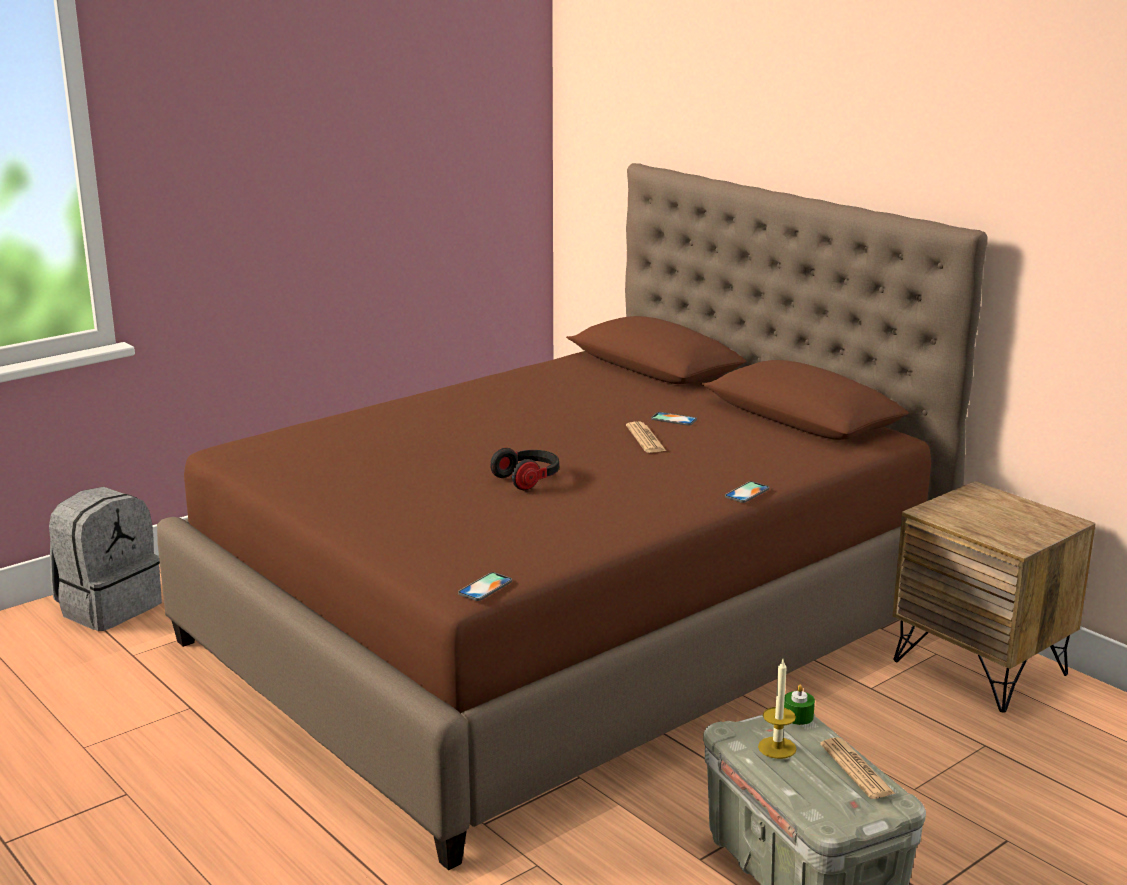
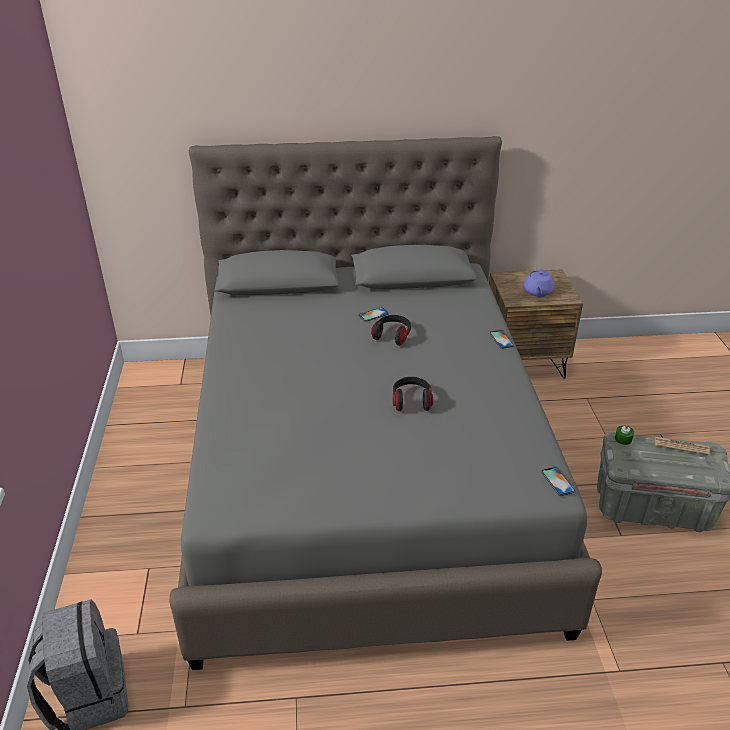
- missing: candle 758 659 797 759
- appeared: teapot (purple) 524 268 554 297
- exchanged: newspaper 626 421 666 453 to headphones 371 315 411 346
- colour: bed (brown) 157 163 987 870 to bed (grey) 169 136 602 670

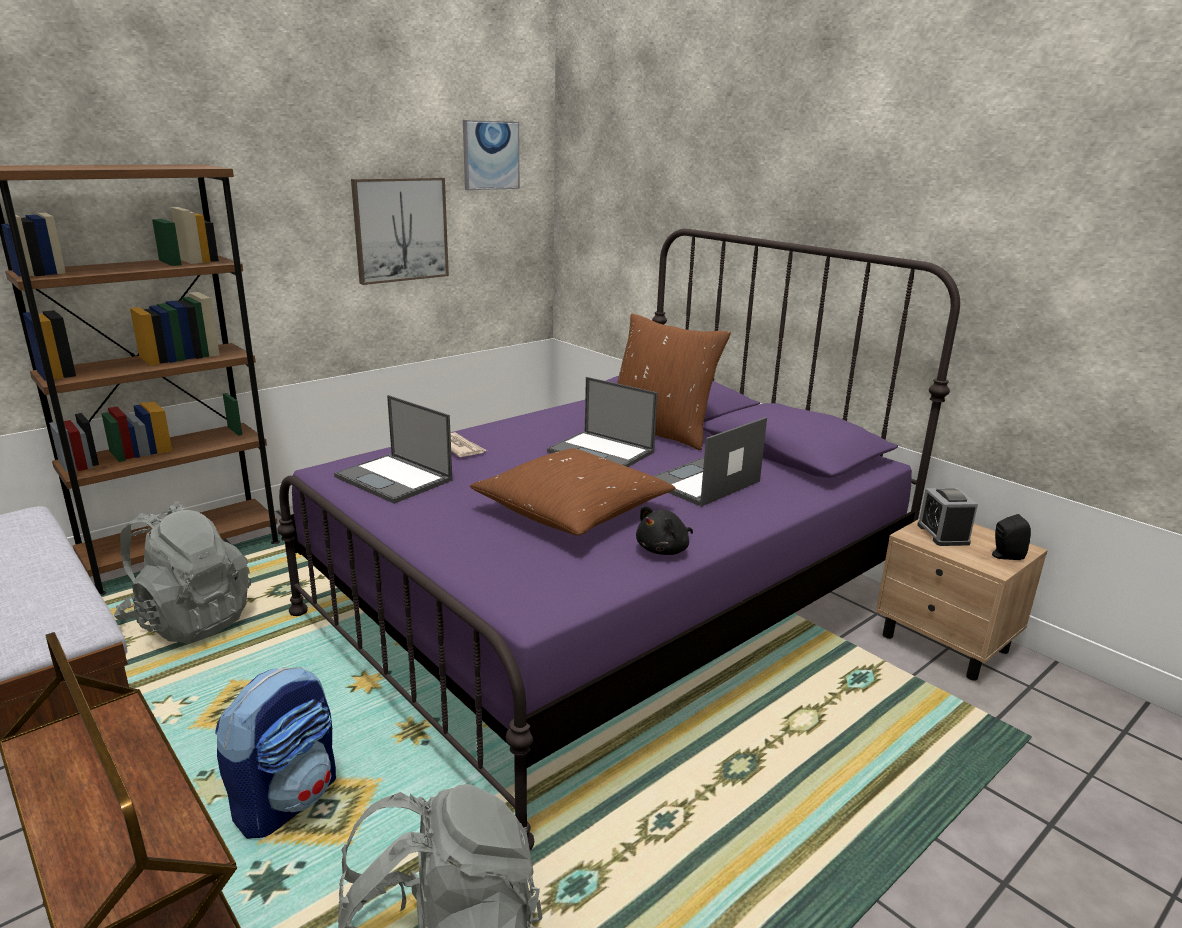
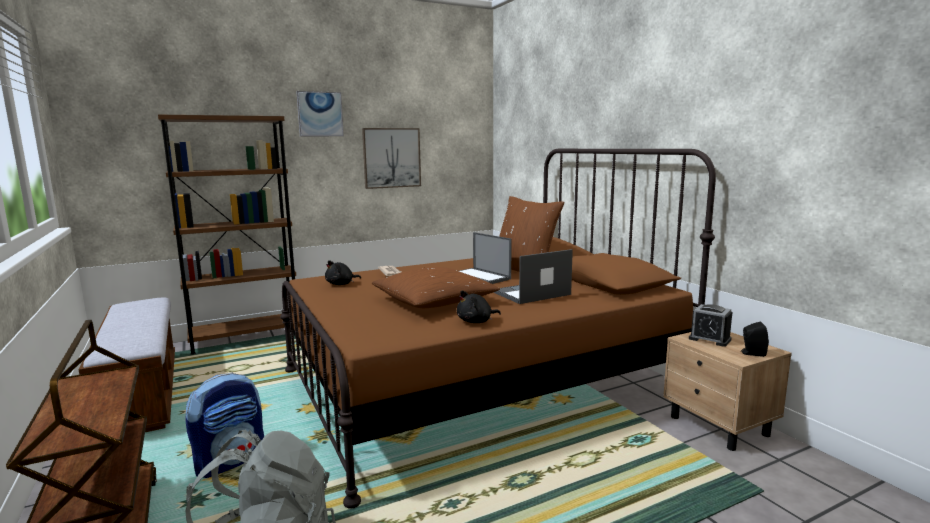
- missing: backpack (grey) 114 501 251 644
- relocated: picture 463 120 520 190 to 296 91 344 136
- exchanged: laptop 334 395 452 504 to plush toy (black) 325 260 361 285
- colour: bed (purple) 277 229 960 850 to bed (brown) 280 149 716 509
- spun: alarm clock 917 488 978 546 = 689 304 732 347 60 degrees counterclockwise

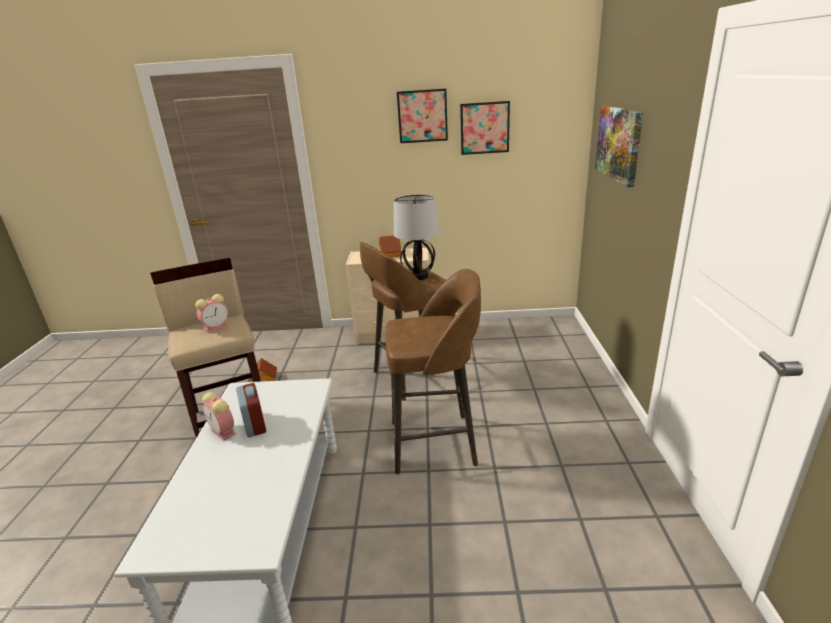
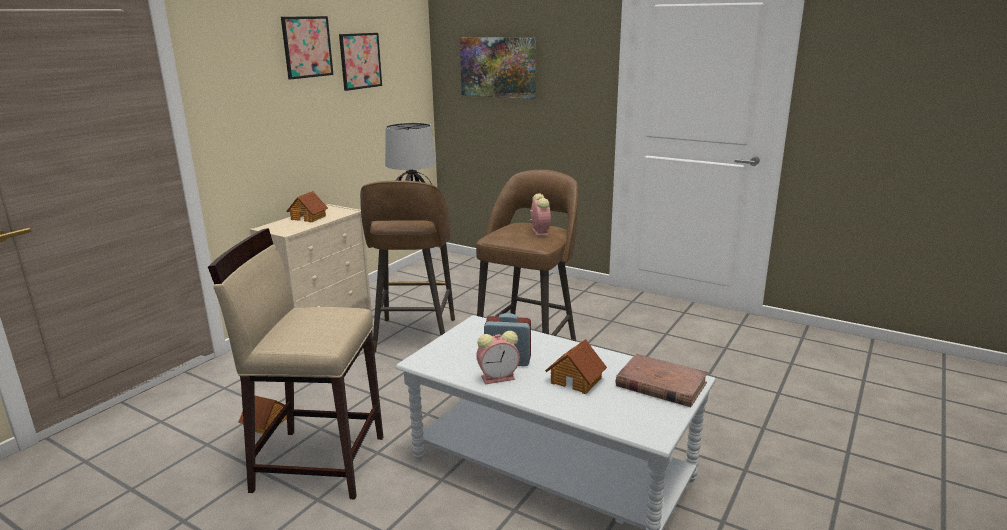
- appeared: toy house 545 339 607 394
- appeared: book (brown) 616 354 708 407
- relocated: alarm clock 195 294 228 333 to 530 193 551 236

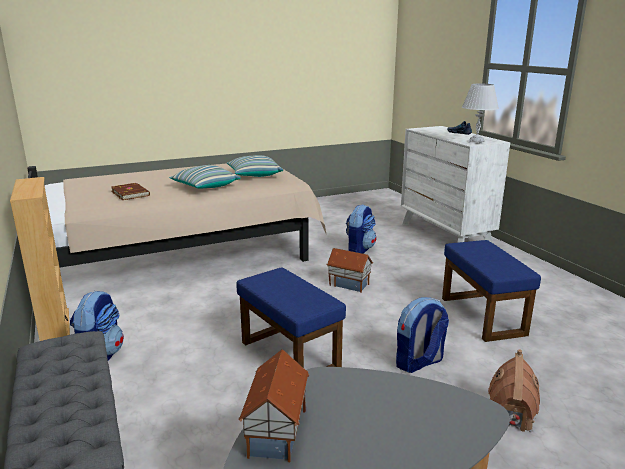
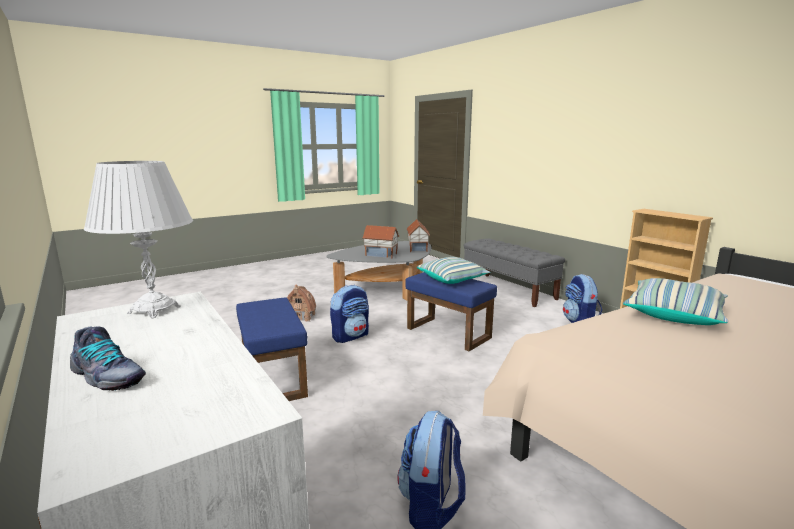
- missing: book (brown) 111 183 150 200
- relocated: pillow 227 155 283 177 to 417 257 490 284
- relocated: toy house 326 248 373 293 to 362 225 399 259

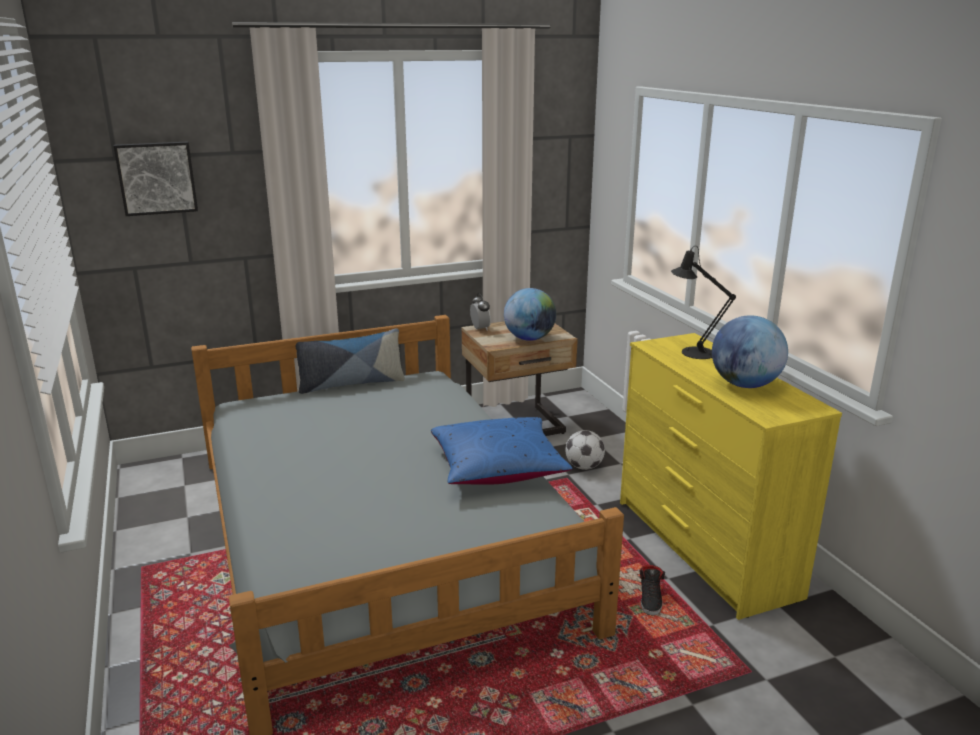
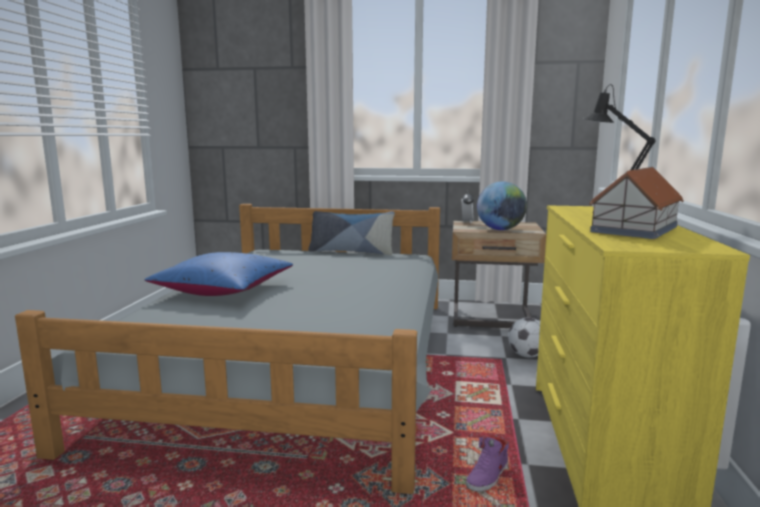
- missing: picture 114 142 198 216
- relocated: pillow (blue) 431 417 573 485 to 144 252 293 296
- exchanged: globe 712 315 788 388 to toy house 590 167 684 239
- colour: shoe (black) 640 565 665 616 to shoe (purple) 466 436 509 492

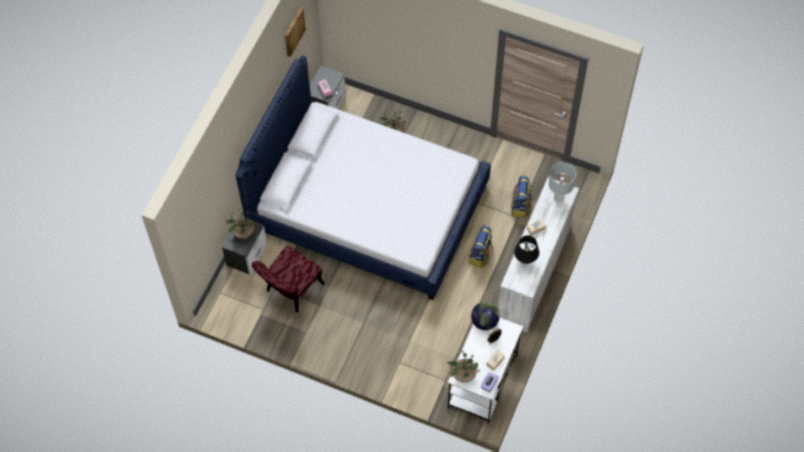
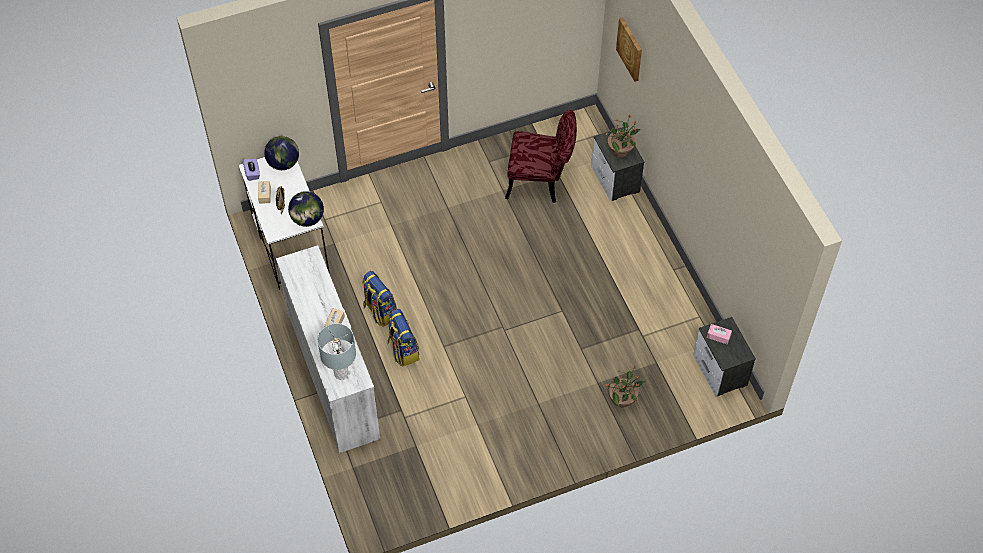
- missing: bed 236 56 491 300
- missing: table lamp (black) 514 235 539 264
- relocated: picture 285 7 306 57 to 616 17 642 82
- relocated: backpack 511 176 531 218 to 362 271 397 327
- exchanged: potted plant 446 351 480 382 to globe 264 136 299 170
- spun: chair (red) 252 246 325 312 = 505 110 577 203 105 degrees clockwise

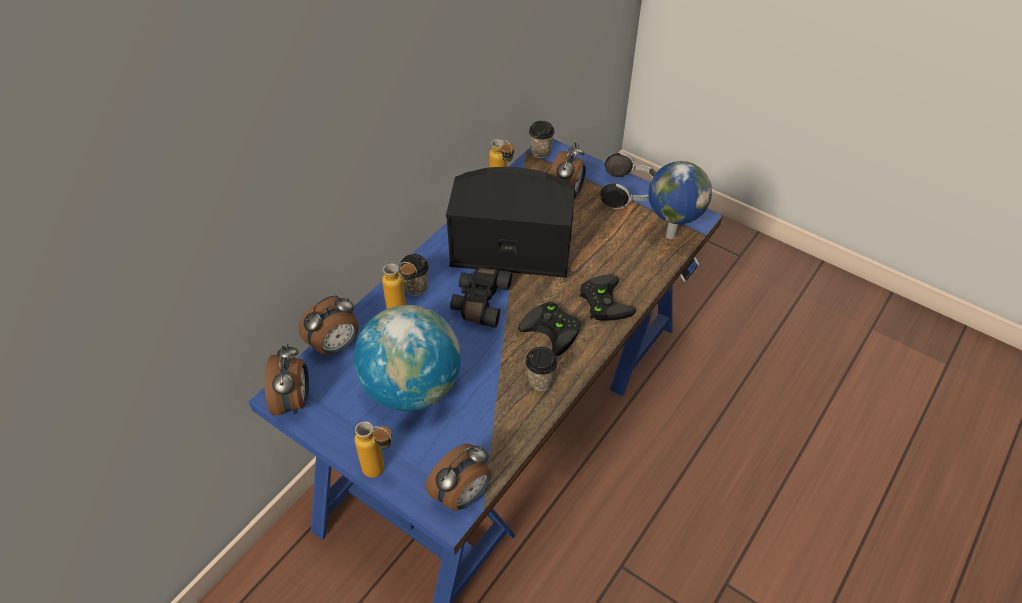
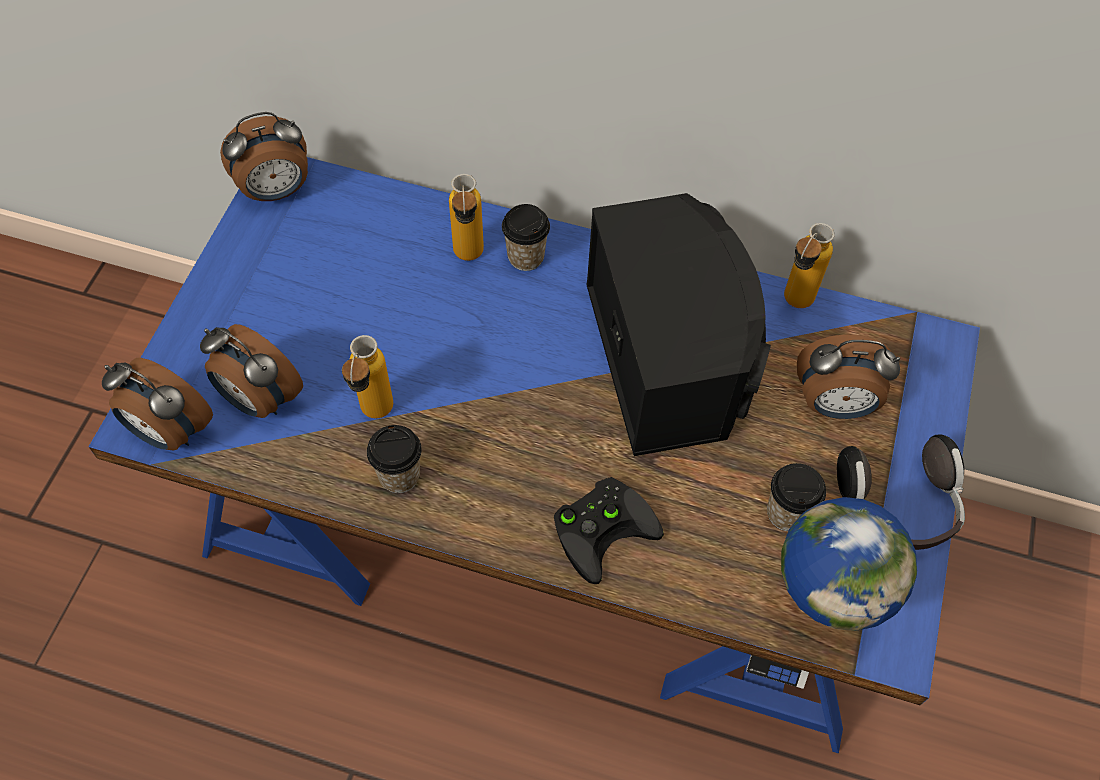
- missing: globe 354 305 461 411
- missing: binoculars (black) 450 268 512 328
- missing: game controller (black) 518 302 581 356
- relocated: alarm clock 299 295 359 355 to 200 324 303 418
- relocated: bottle 354 421 392 478 to 342 335 393 418
- relocated: cup 529 121 554 159 to 767 463 826 531

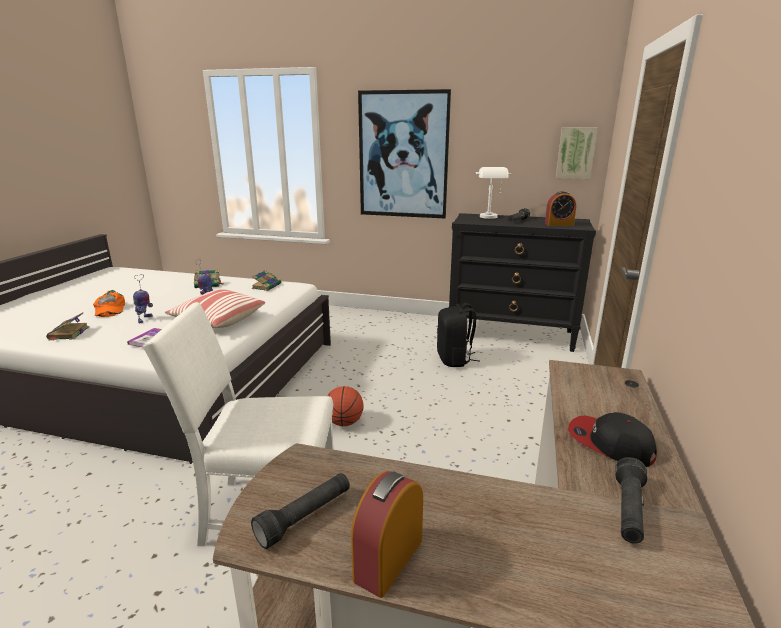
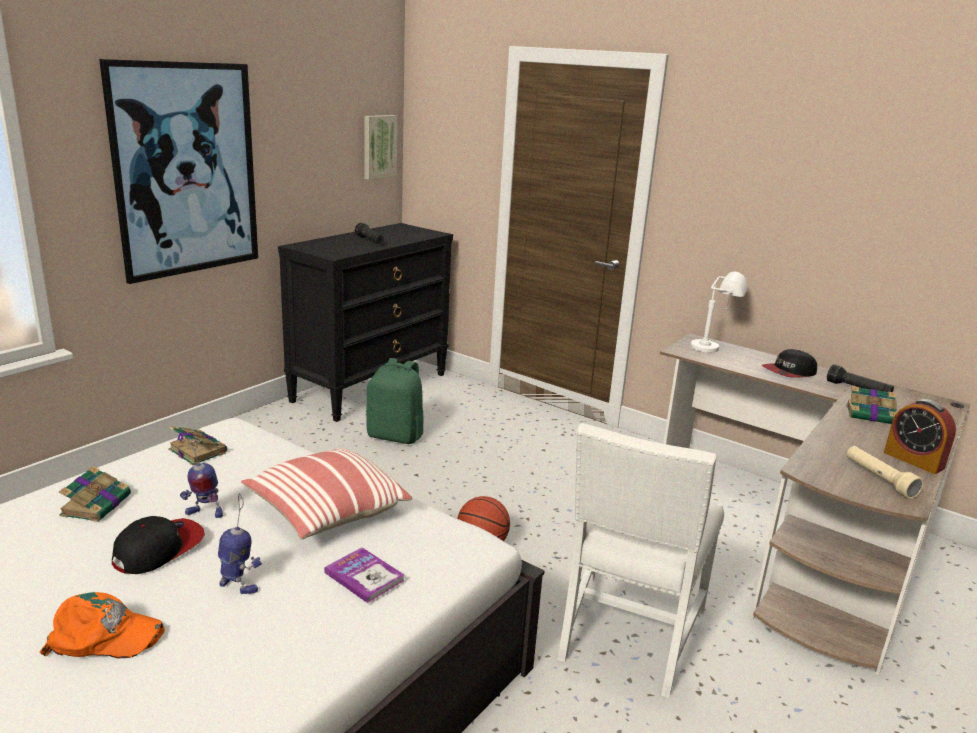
- missing: alarm clock 545 191 576 226
- appeared: cap 112 516 205 574
- relocated: book 46 312 89 341 to 846 386 897 424
- relocated: table lamp (white) 476 167 511 219 to 690 272 748 353
- colour: flashlight (black) 251 473 350 549 to flashlight (beige) 847 446 923 499
- colour: backpack (black) 437 303 480 367 to backpack (green) 366 358 424 444

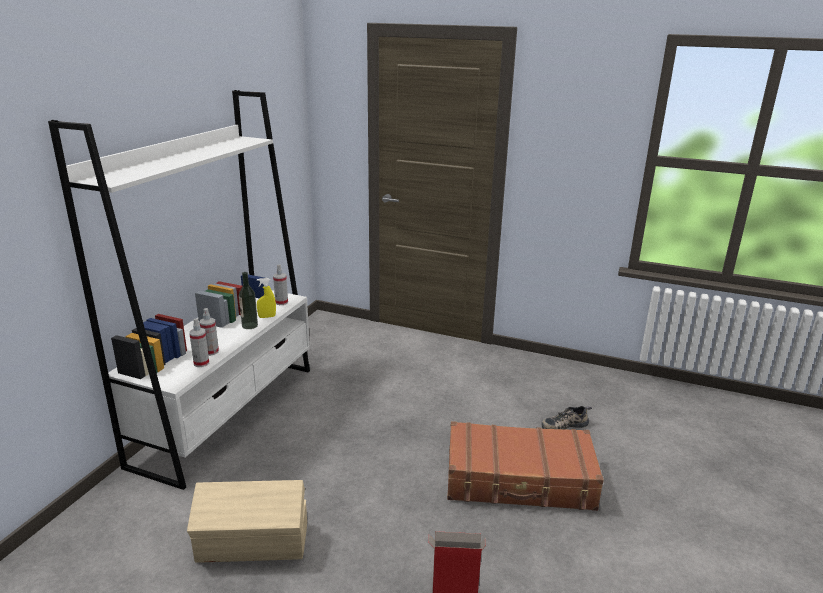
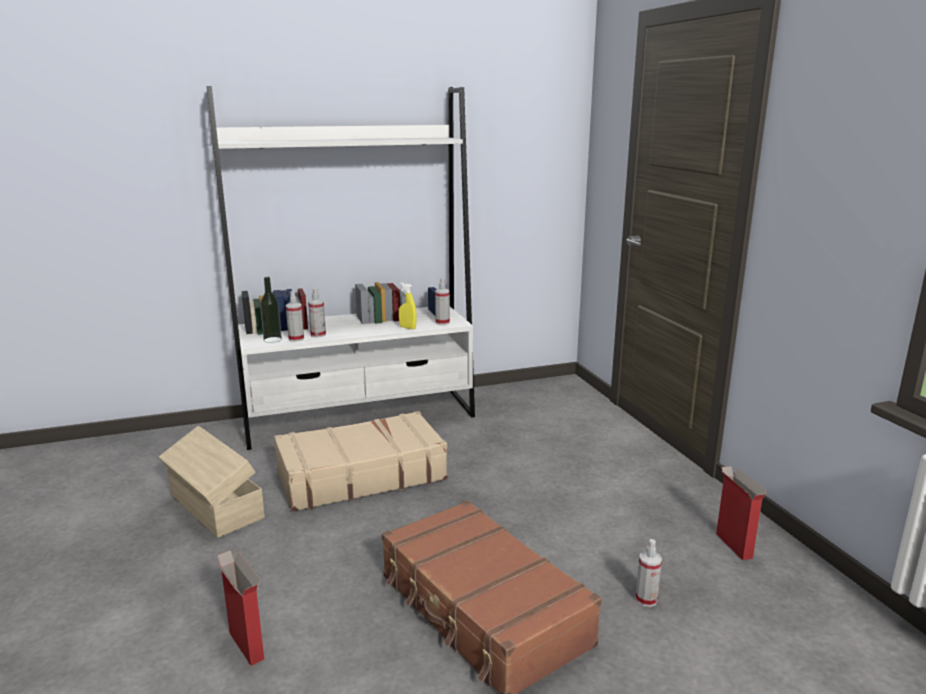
- appeared: suitcase (beige) 274 411 448 512
- appeared: cardboard box 716 466 767 560
- relocated: bottle 239 272 258 329 to 260 277 282 343
- exchanged: shoe 541 406 592 430 to spray bottle 635 539 662 607

